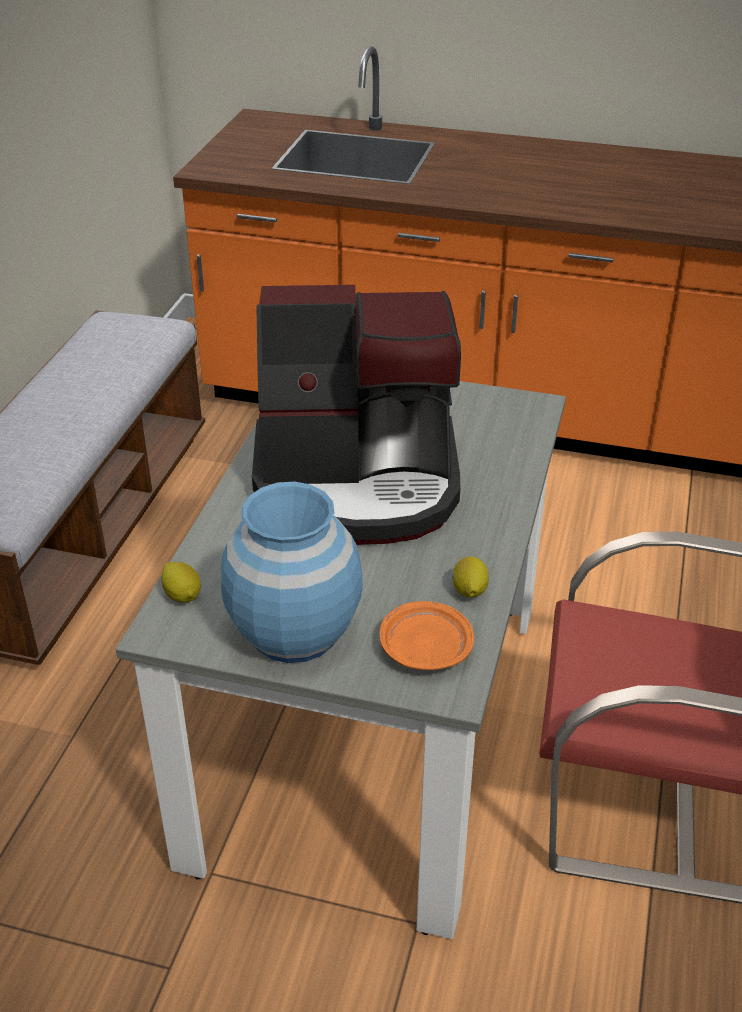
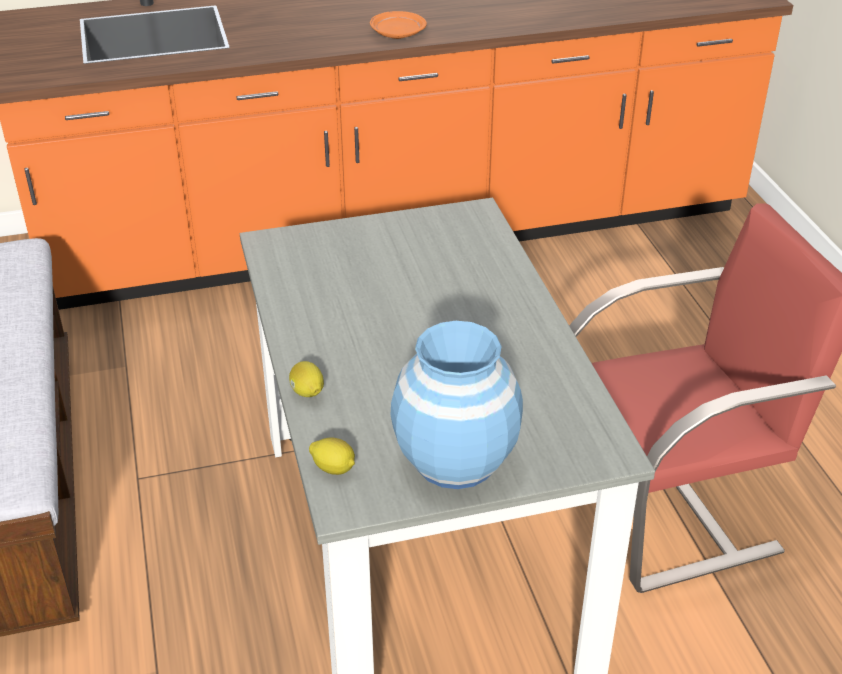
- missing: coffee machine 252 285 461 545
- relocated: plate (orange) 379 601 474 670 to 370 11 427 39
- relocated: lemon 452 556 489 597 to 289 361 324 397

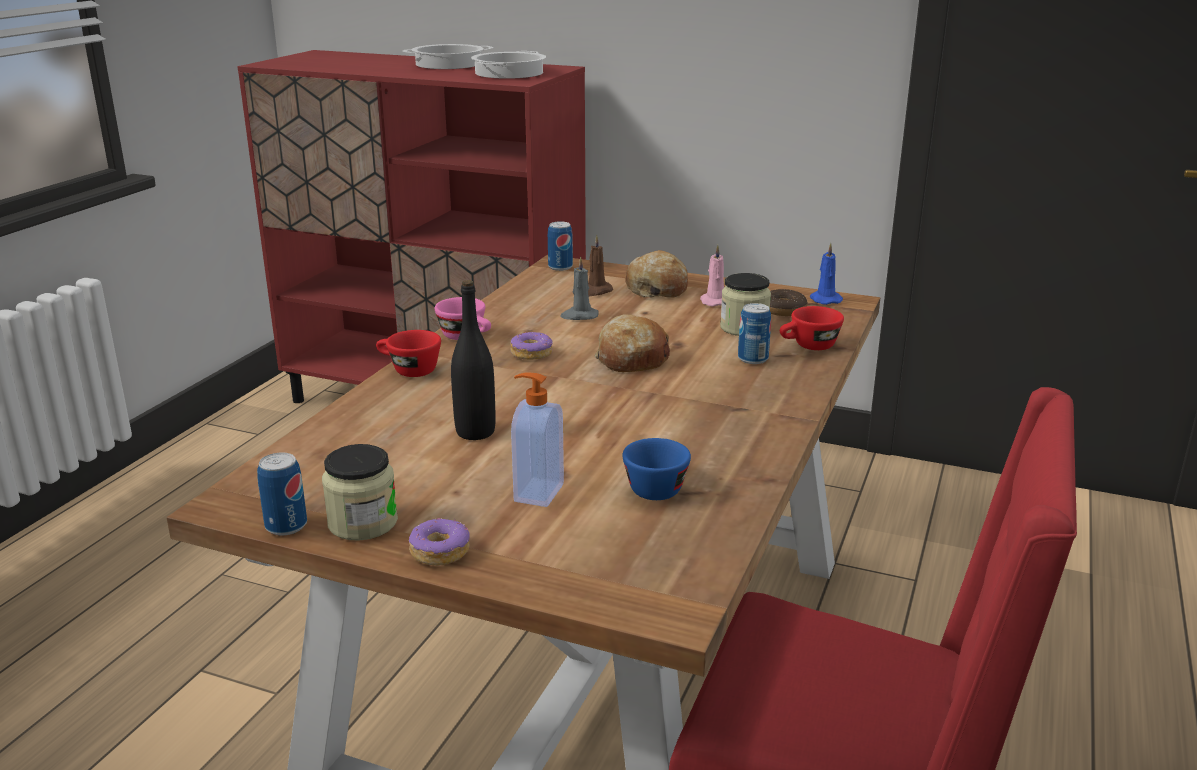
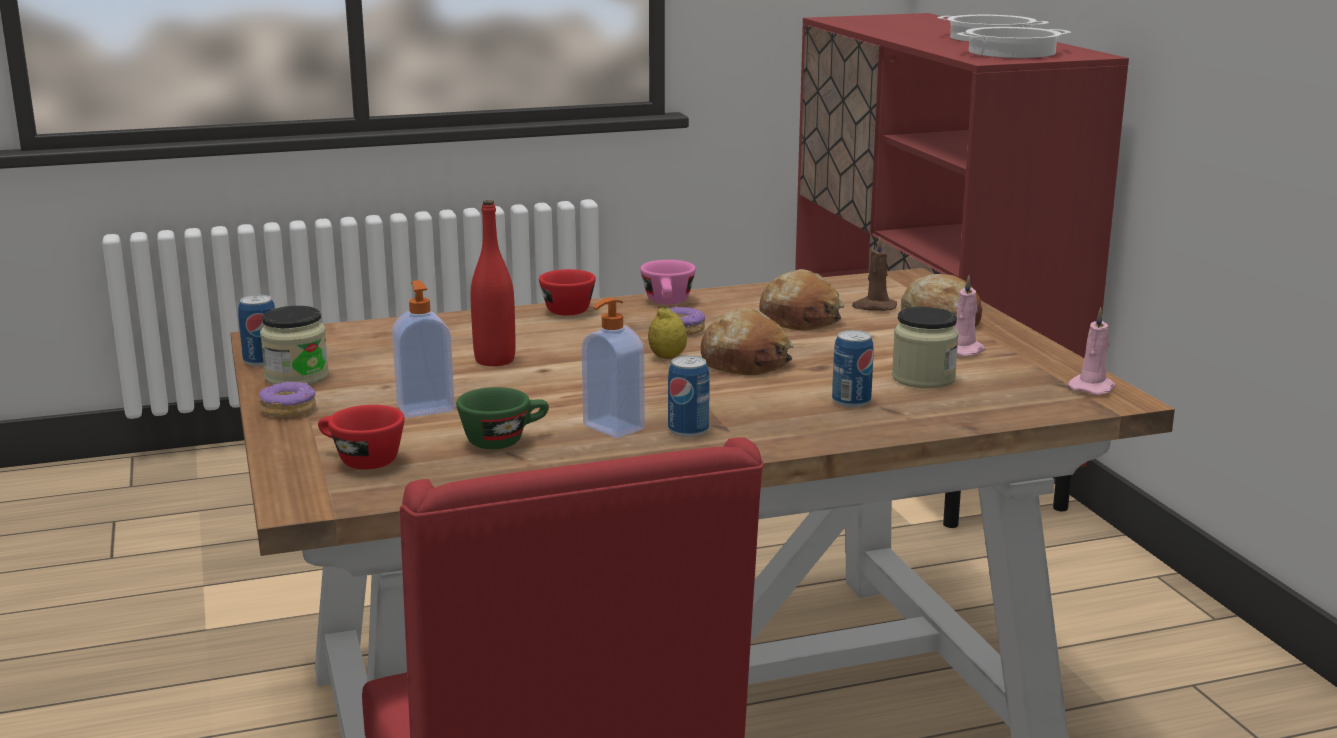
- missing: donut 770 289 807 316
- appeared: soap dispenser 582 298 645 438
- appeared: lemon 648 307 687 359
- relocated: can 548 221 573 271 to 668 356 710 437
- relocated: cup (red) 780 306 844 350 to 318 405 405 470
- exchanged: candle (grey) 560 256 599 320 to bread 759 269 844 331
- colour: bottle (black) 451 280 495 440 to bottle (red) 471 200 515 366
- colour: cup (blue) 622 438 691 500 to cup (green) 456 387 549 449
- colour: candle (blue) 810 243 843 305 to candle (pink) 1068 307 1116 395

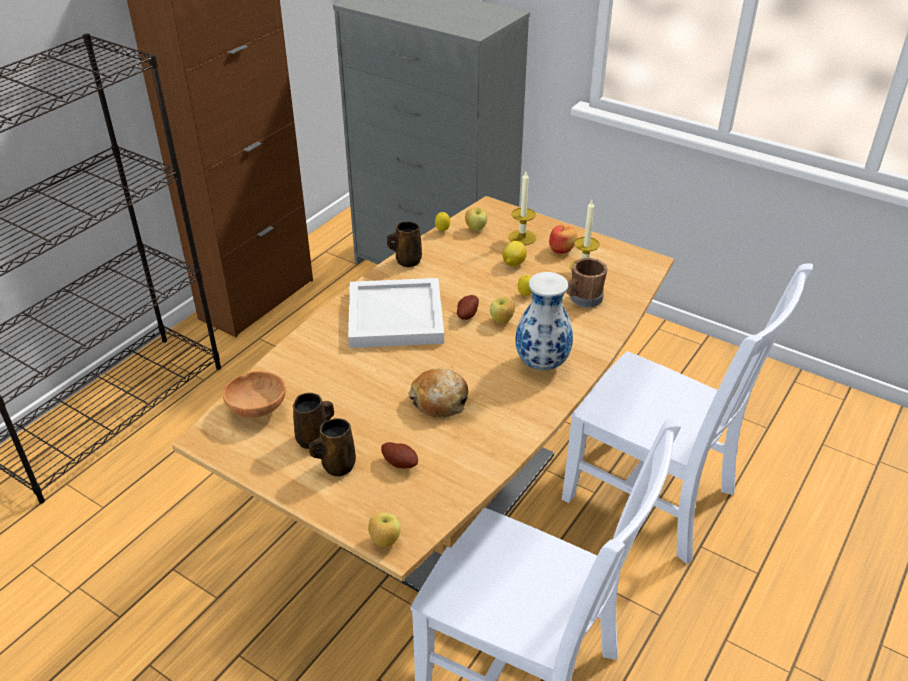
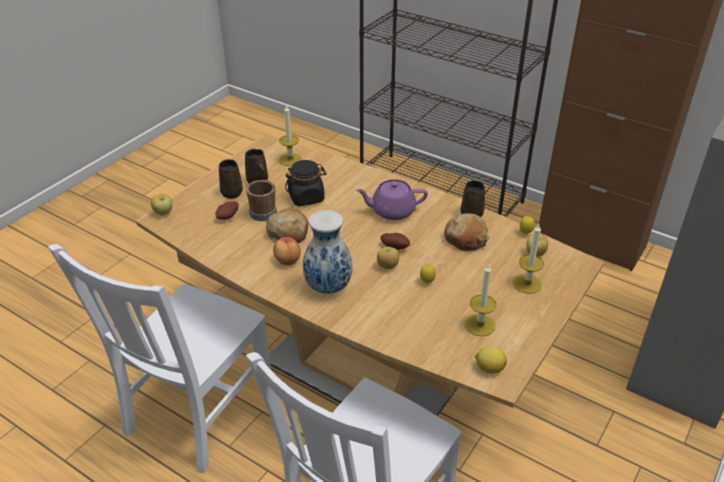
- appeared: jar (black) 285 160 327 206
- appeared: bread 444 213 489 251
- relocated: lemon 503 241 527 266 to 475 347 507 374
- relocated: apple 549 225 578 254 to 273 237 301 265
- relocated: mug (brown) 566 258 608 308 to 246 180 277 221
- exchanged: bowl (brown) 223 371 286 418 to candle 279 104 302 166
- exchanged: tray (white) 348 278 444 348 to teapot (purple) 356 180 428 220

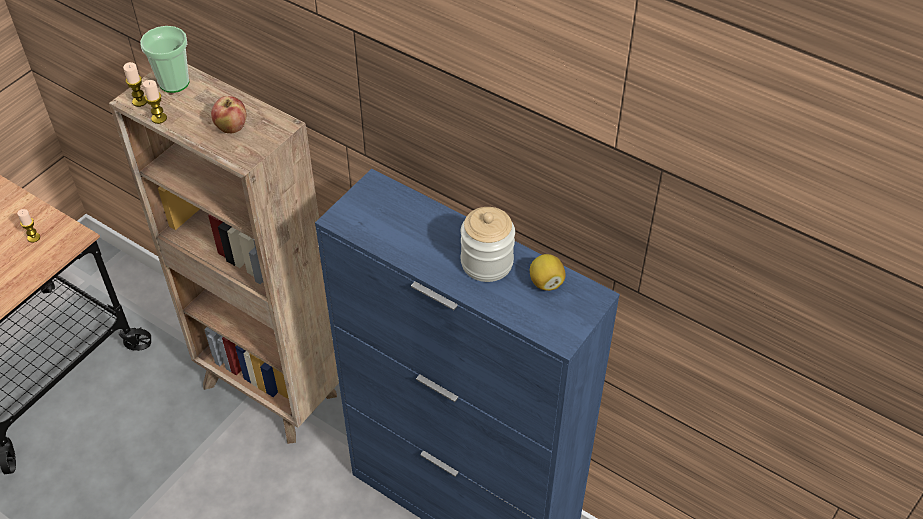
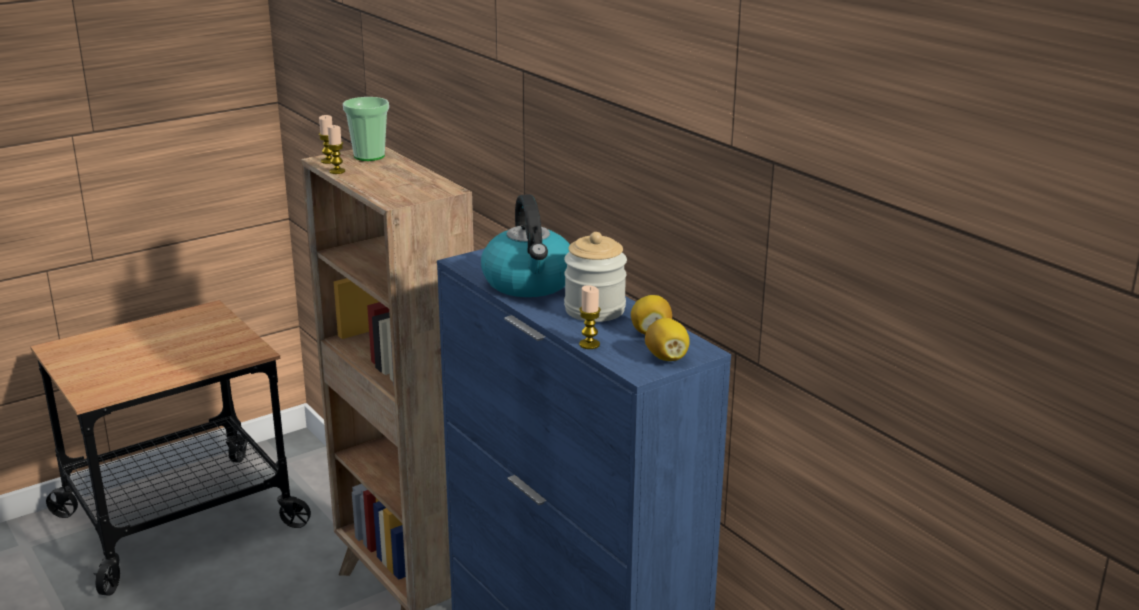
- missing: apple 211 96 247 133
- appeared: kettle 481 194 570 297
- appeared: lemon 645 318 690 361
- relocated: candle 17 209 40 243 to 579 285 601 349

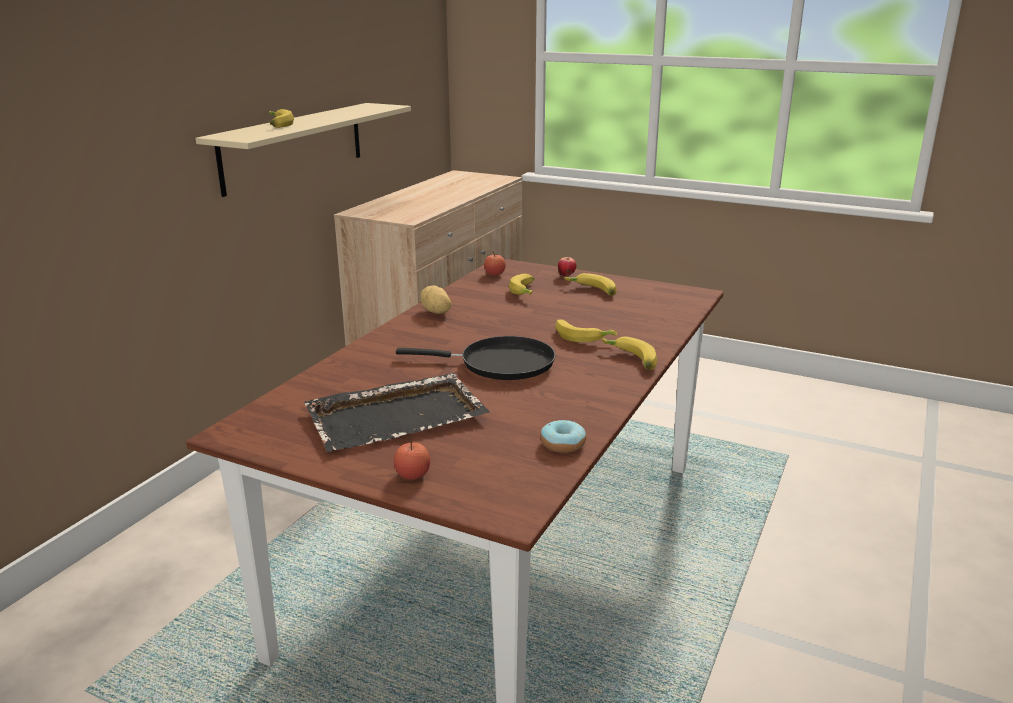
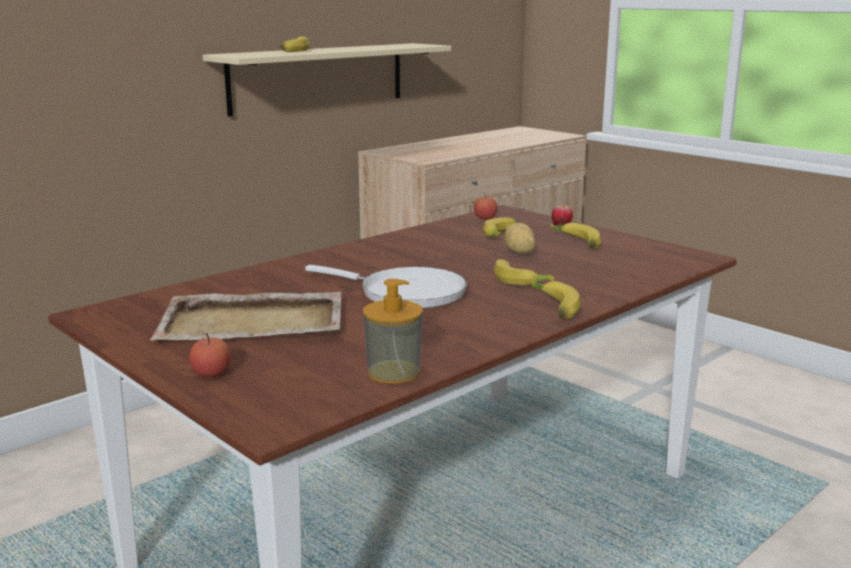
- relocated: potato 420 285 451 314 to 505 223 536 254
- exchanged: donut 541 419 586 453 to soap dispenser 363 279 423 383
- colour: tray (black) 304 373 490 452 to tray (beige) 150 292 342 341
- colour: frying pan (black) 396 336 555 380 to frying pan (white) 305 265 467 308

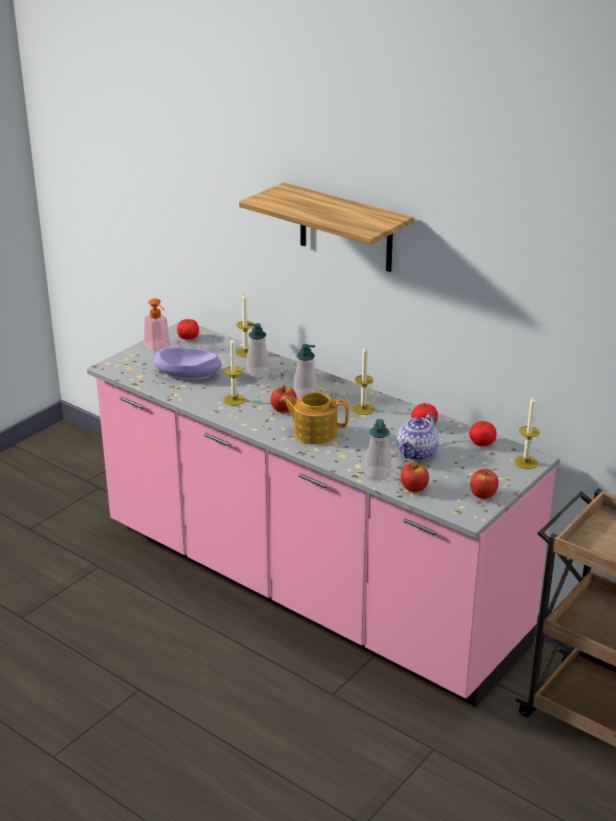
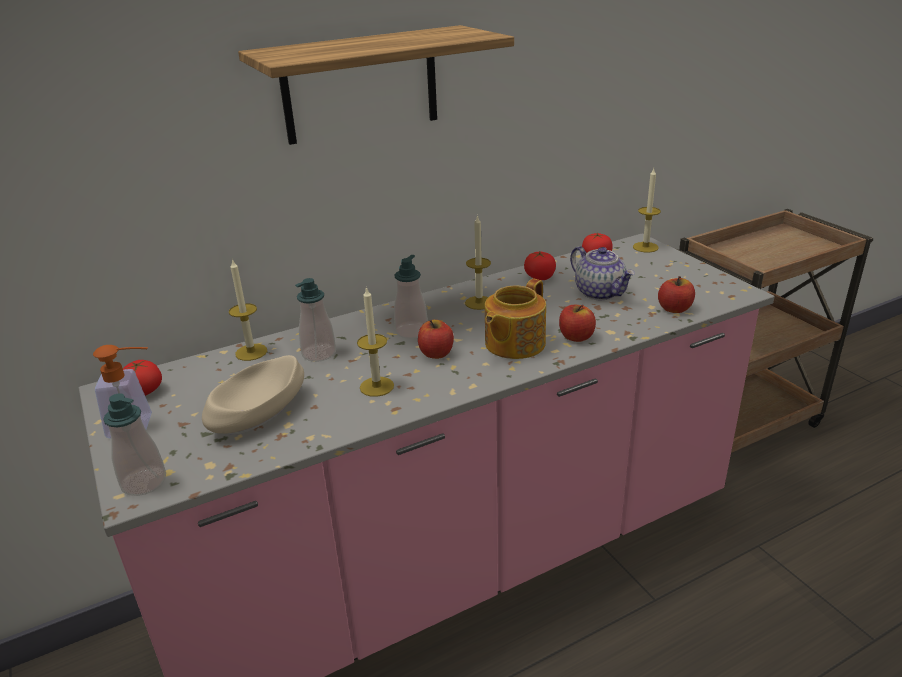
- relocated: soap dispenser 365 419 392 480 to 103 393 166 496
- relocated: apple 470 469 499 499 to 559 305 596 342
- colour: bowl (purple) 154 347 222 380 to bowl (beige) 202 355 304 435

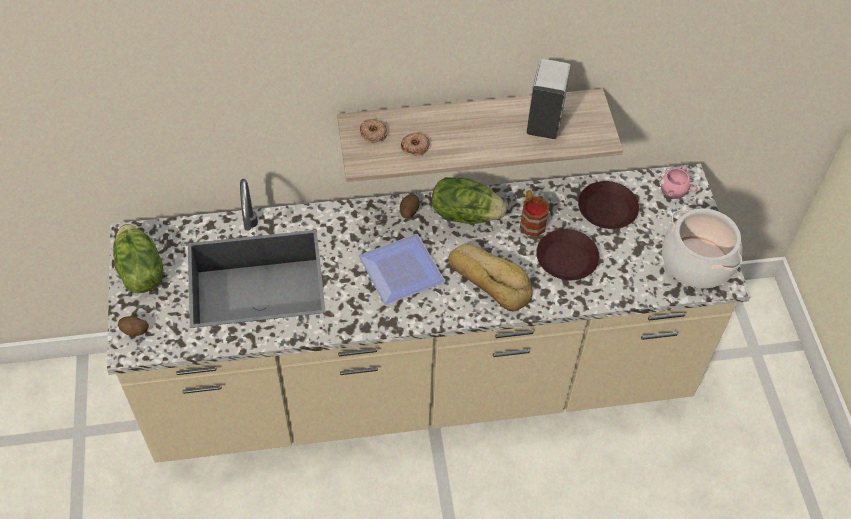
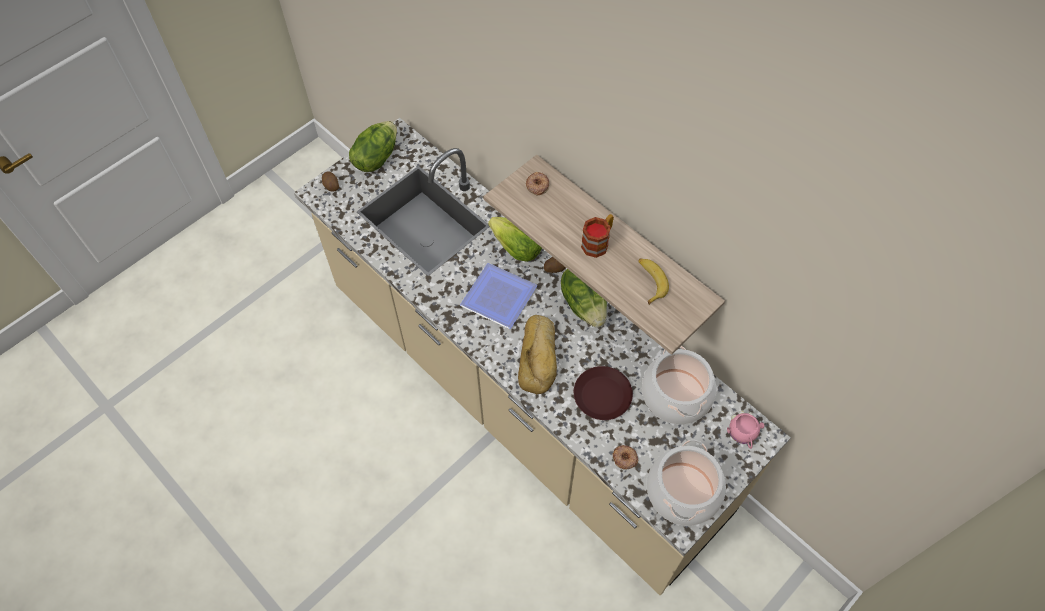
- appeared: lettuce 488 217 542 262
- relocated: donut 401 133 430 156 to 613 445 639 470
- relocated: mug 520 190 549 237 to 581 214 614 258
- exchanged: soap dispenser (white) 527 59 571 139 to banana 638 259 669 305
- exchanged: plate (brown) 578 181 639 229 to cooking pot 642 346 716 424

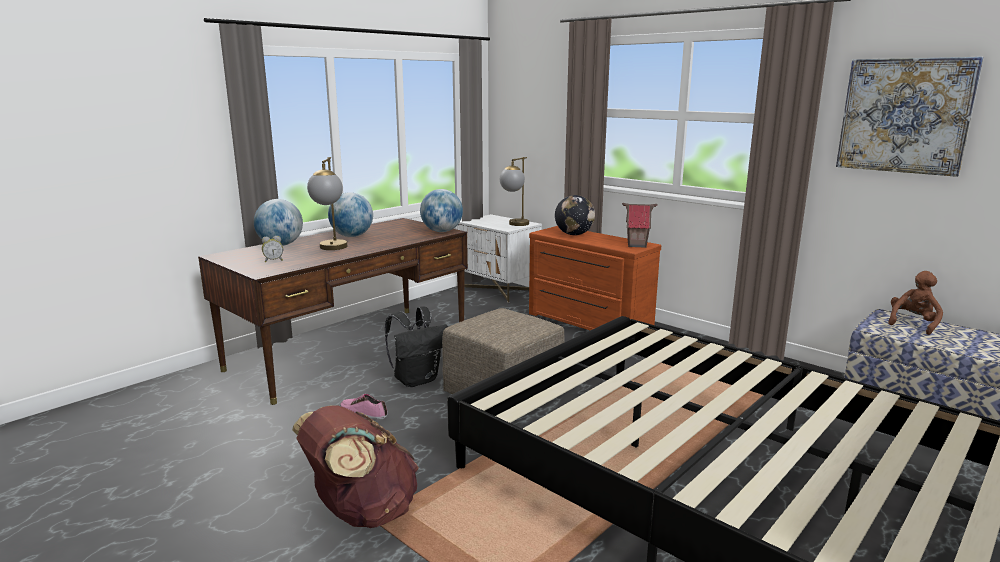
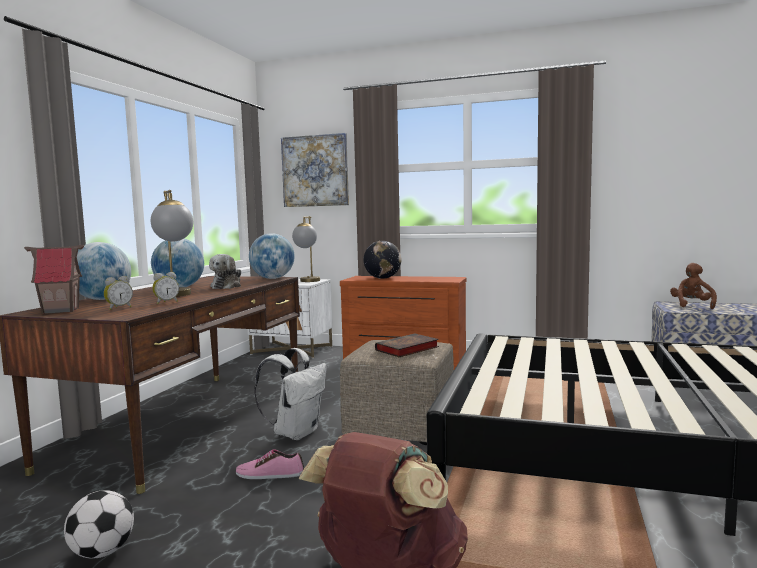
- appeared: football 64 490 134 559
- appeared: alarm clock 152 272 179 304
- appeared: plush toy 209 254 241 289
- appeared: book 375 334 439 357
- relocated: toy house 622 203 657 248 to 24 245 84 314
- relocated: picture 836 57 984 177 to 281 133 349 207
- colour: backpack (black) 385 306 448 387 to backpack (white) 254 348 327 440

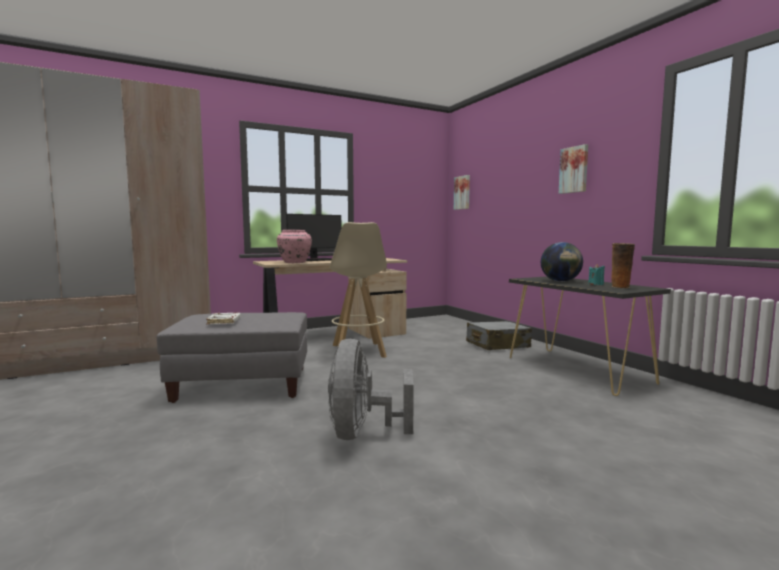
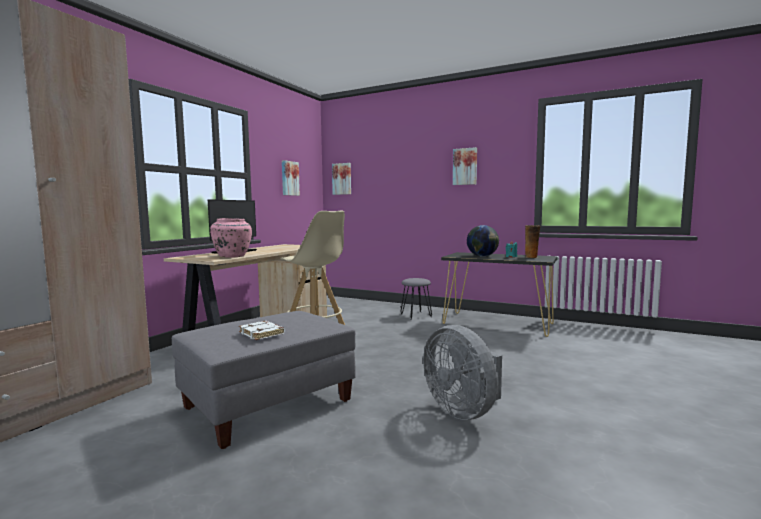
- appeared: picture 282 160 300 196
- exchanged: suitcase (grey) 466 321 532 350 to stool (grey) 400 278 432 320

